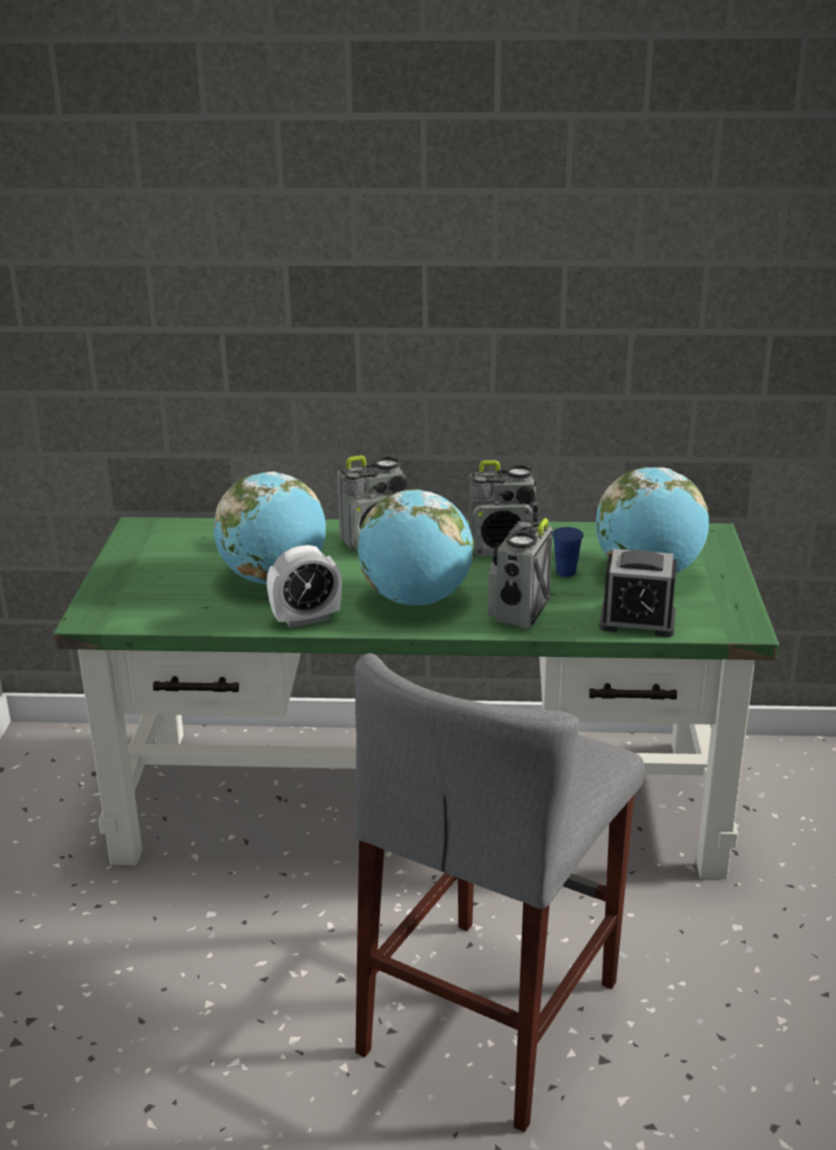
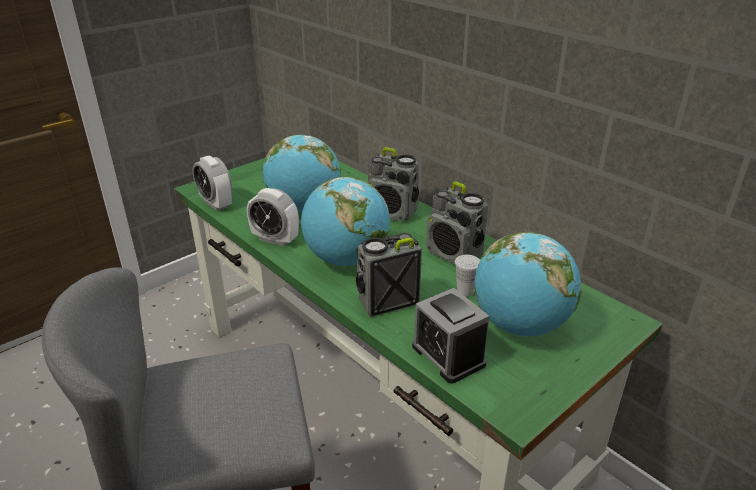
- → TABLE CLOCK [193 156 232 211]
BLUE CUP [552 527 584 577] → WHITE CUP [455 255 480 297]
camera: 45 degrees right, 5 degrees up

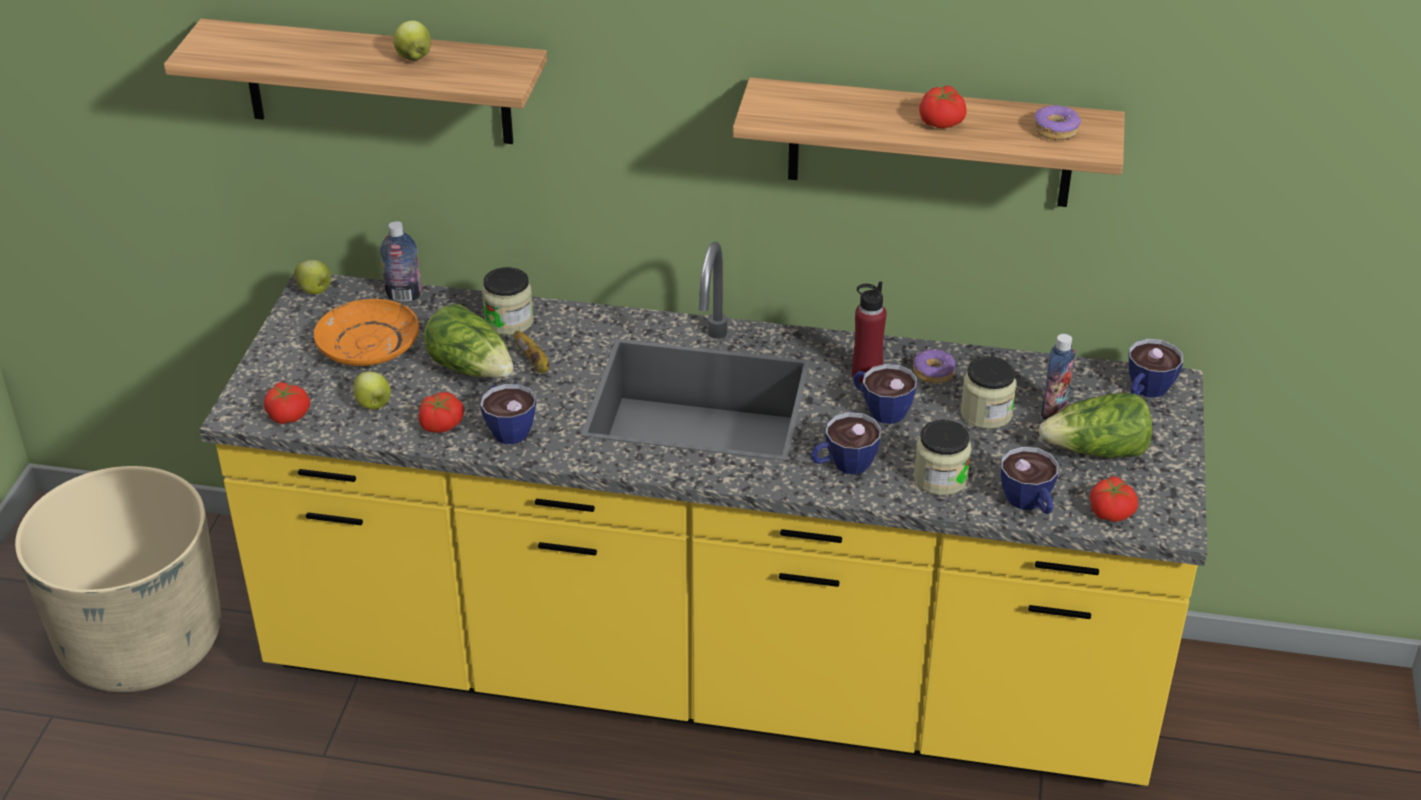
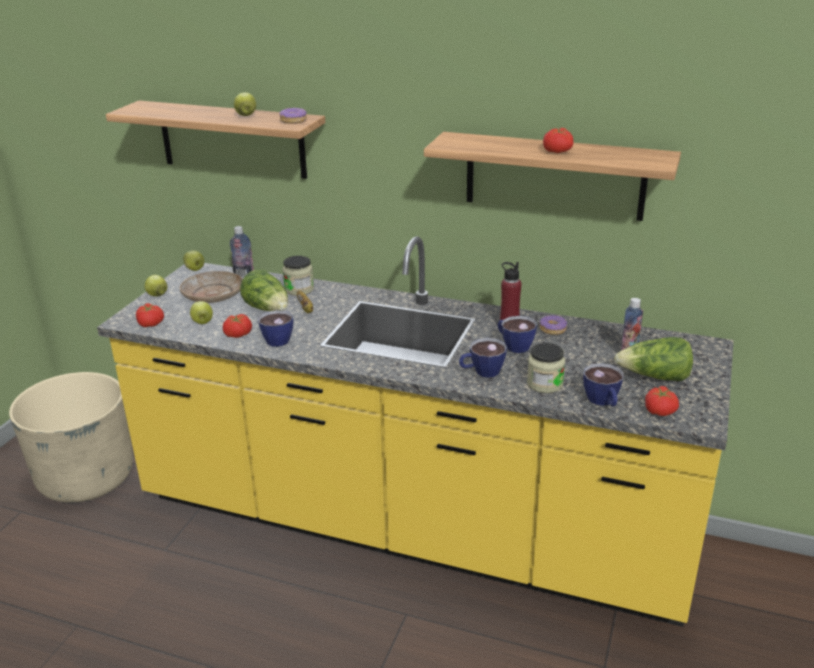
- → WHOLE APPLE [145 275 167 296]
ORANGE PLATE [314 299 419 366] → BEIGE PLATE [180 271 243 303]
RING DOUGHNUT [1033 105 1081 140] → RING DOUGHNUT [279 108 307 124], relocated
PRESERVE JAR [961 356 1017 429] → -
CUP [1128 339 1183 398] → -
camera: 10 degrees right, 10 degrees down

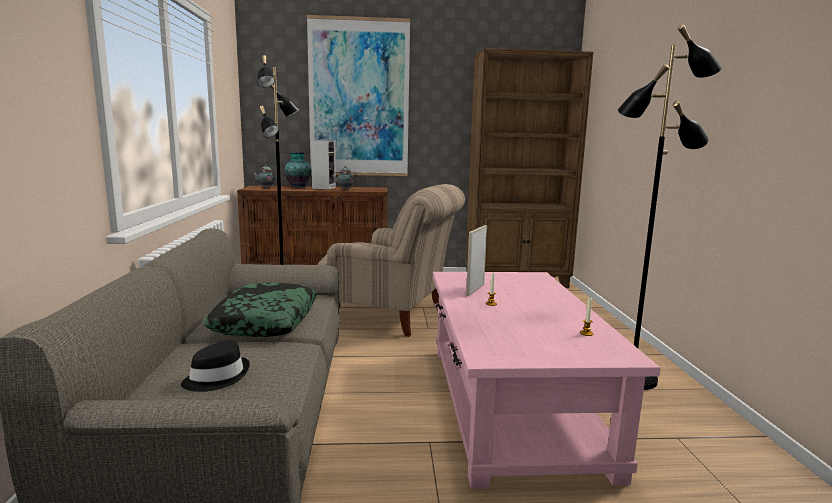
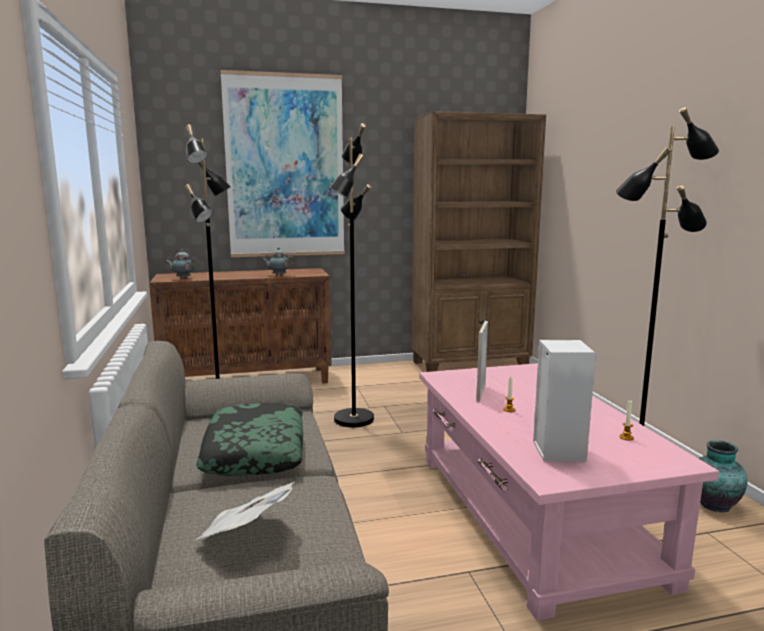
BLACKISH HAT [181 340 250 392] → NEWSPAPER [196 482 295 540]
BEIGE EASY CHAIR [317 184 465 337] → BLACKISH STANDING LAMP [329 123 374 427]
LOUDSPEAKER [311 140 336 189] → LOUDSPEAKER [533 340 596 462], relocated
DECORATIVE VASE [285 152 311 188] → DECORATIVE VASE [699 440 748 512], relocated
camera: 10 degrees left, 0 degrees up

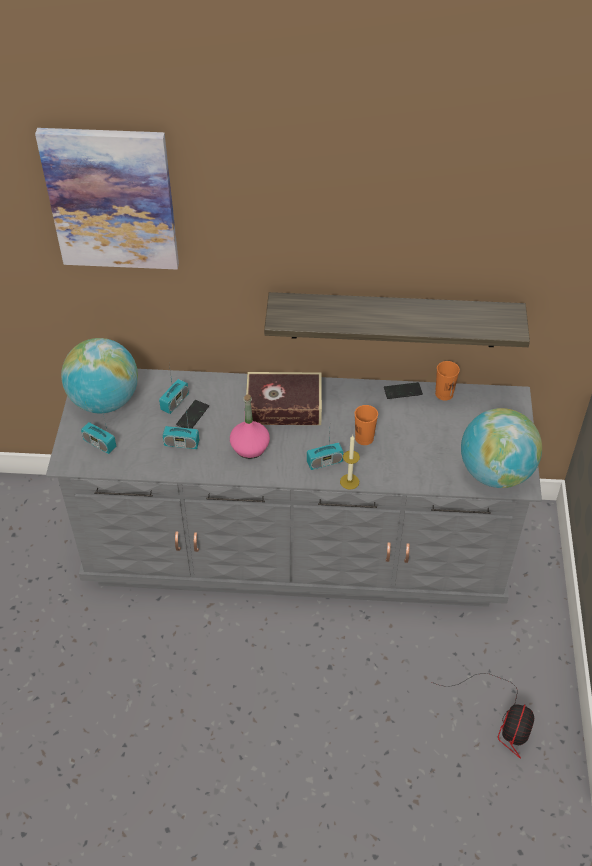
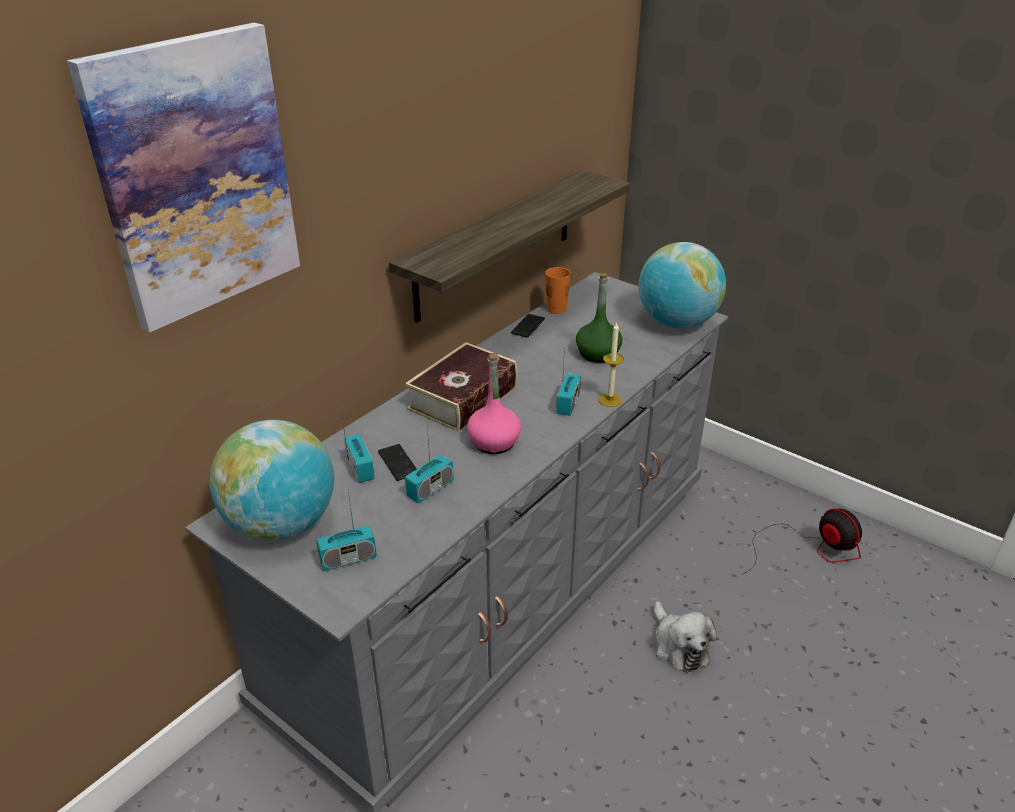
- → GREENISH DRINK BOTTLE [576 273 623 363]
- → CUDDLY TOY [654 601 717 673]
ORANGE CUP [355 405 378 445] → -
camera: 55 degrees left, 15 degrees down

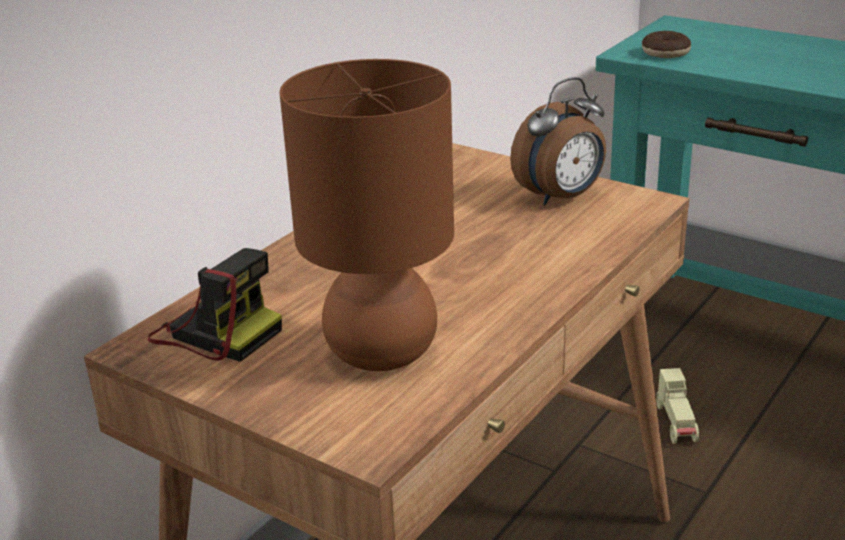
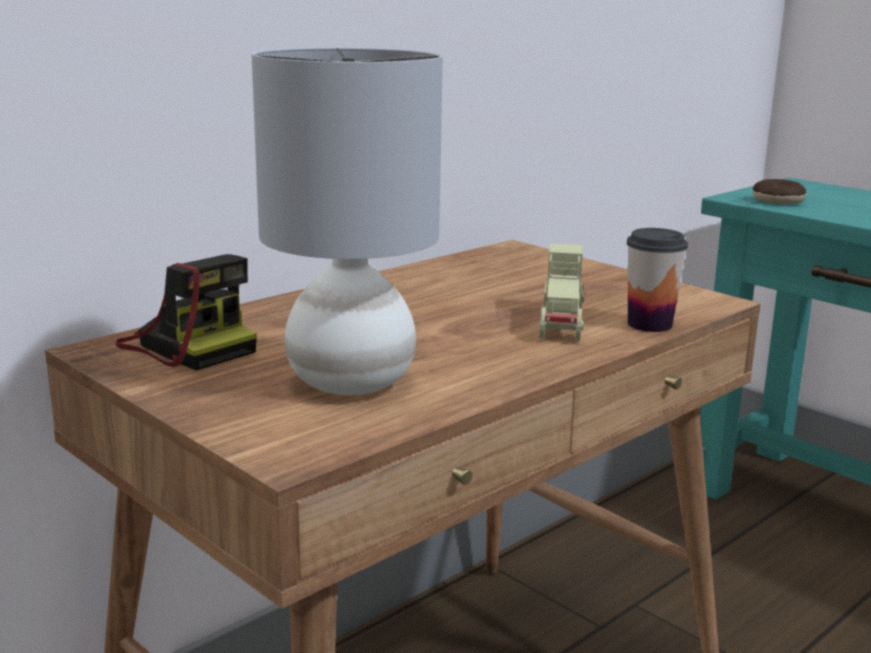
BROWN TABLETOP LAMP [279 59 454 371] → GRAY TABLETOP LAMP [252 47 443 395]
BEIGE MODEL CAR [656 368 699 444] → BEIGE MODEL CAR [539 244 584 341], relocated
- → CUP [627 228 688 332]
TABLE CLOCK [510 77 606 206] → -
camera: 10 degrees right, 10 degrees down

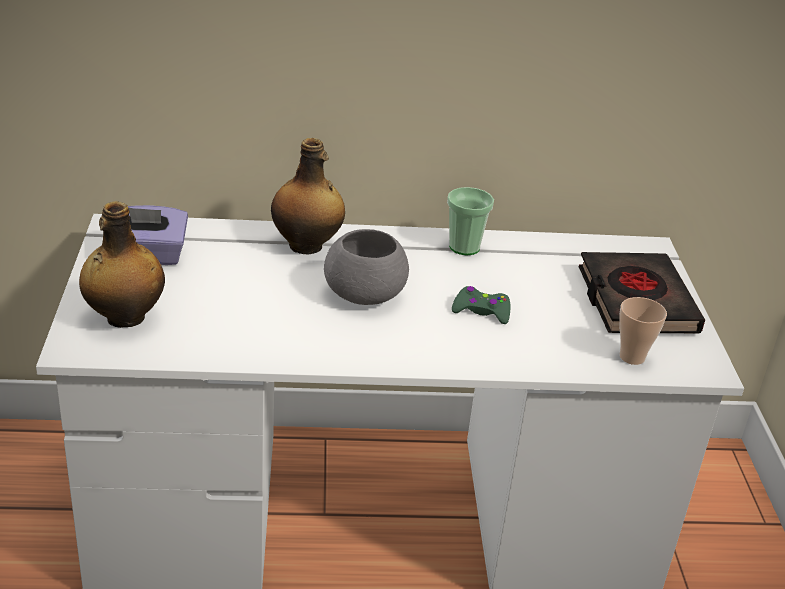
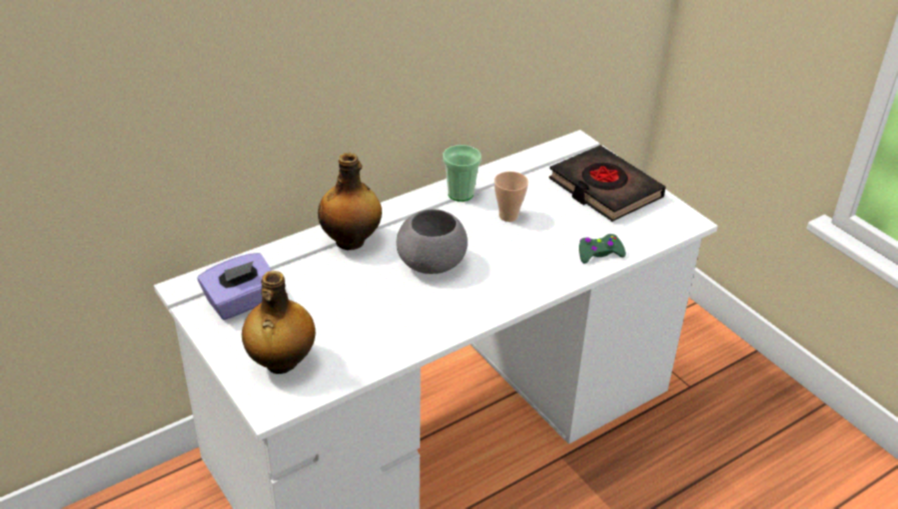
CUP [619 297 667 365] → CUP [494 171 528 222], relocated
GREENISH GAMEPAD [452 286 511 324] → GREENISH GAMEPAD [579 234 626 263], relocated
camera: 30 degrees left, 5 degrees up

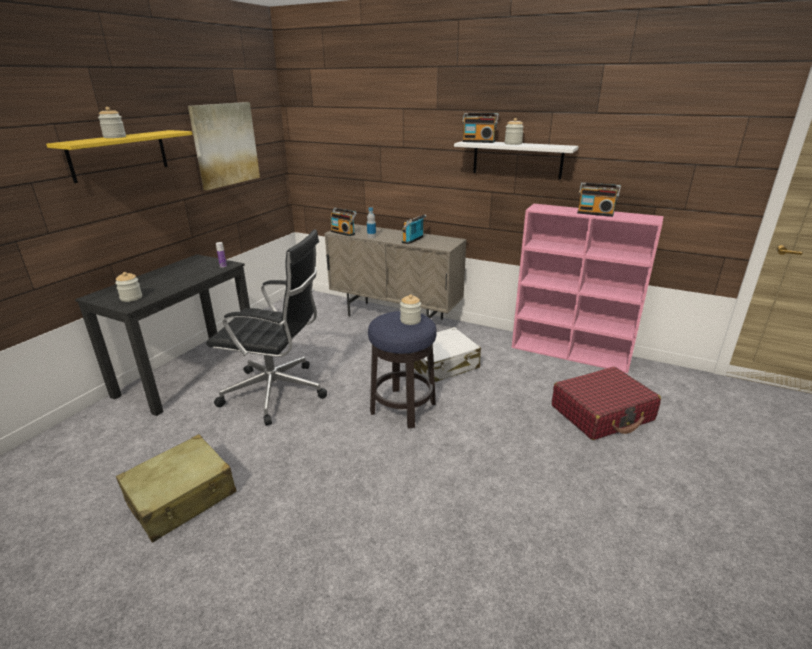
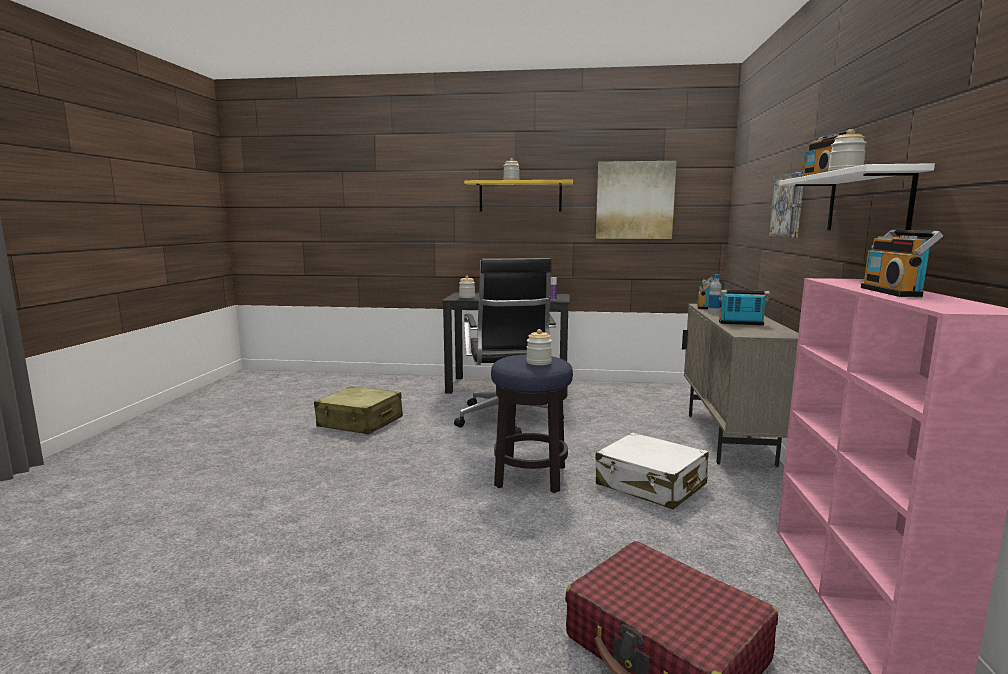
- → WALL ART [769 172 803 238]
camera: 70 degrees right, 15 degrees down

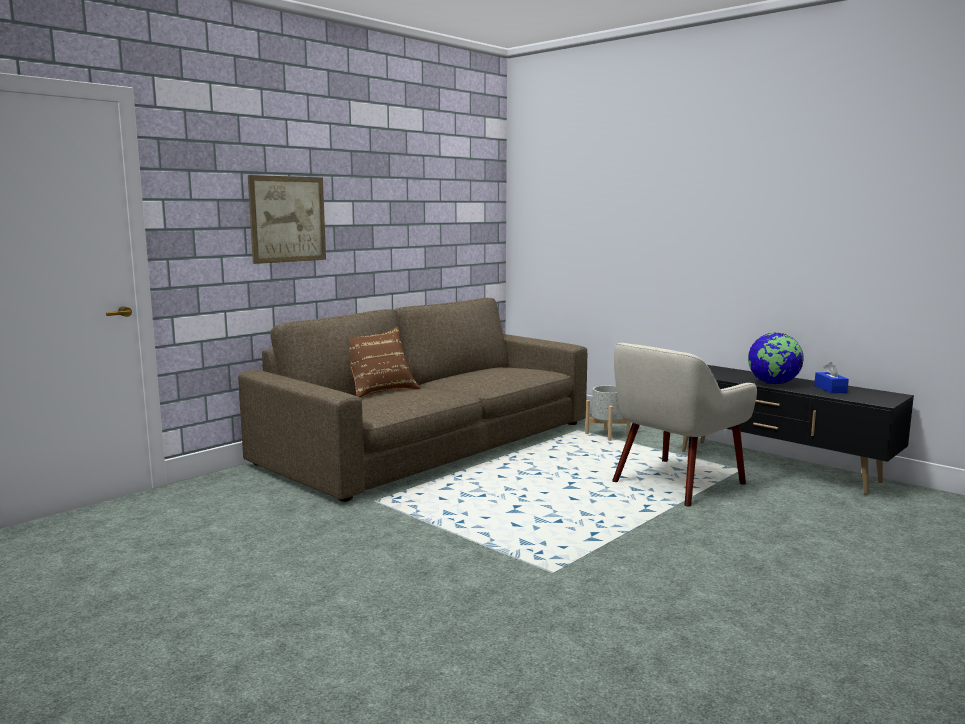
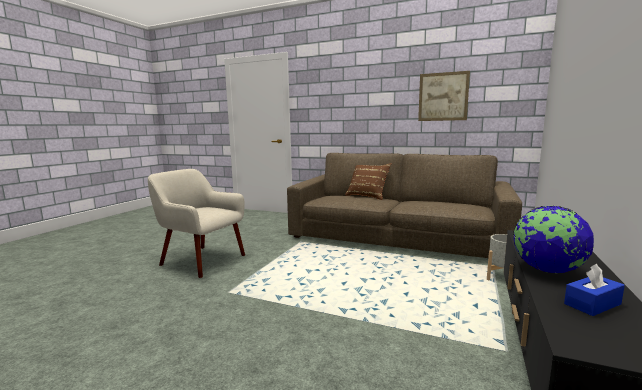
BEIGE EASY CHAIR [612 343 757 507] → BEIGE EASY CHAIR [148 169 245 278], relocated
WALL ART [248 175 326 264] → WALL ART [418 71 470 121], relocated
camera: 70 degrees right, 0 degrees up

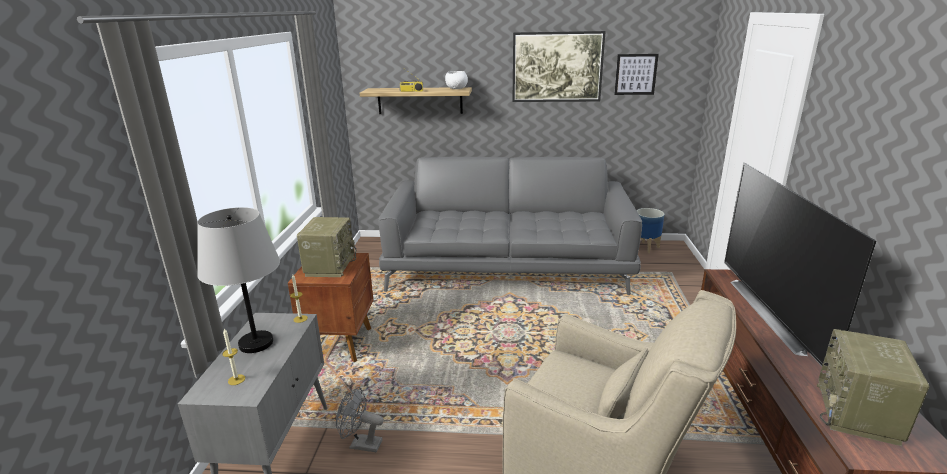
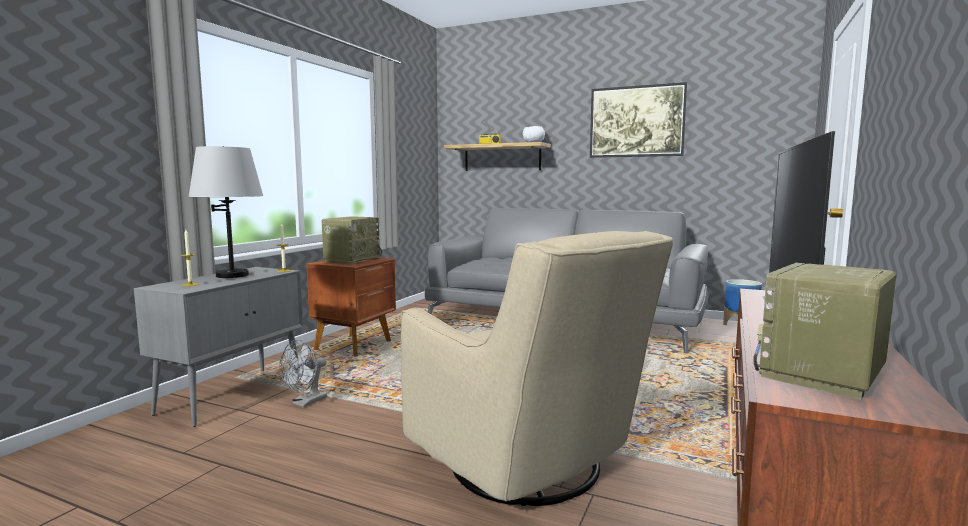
GRAY FAN [336 387 384 452] → GRAY FAN [279 339 327 407], 90 degrees counterclockwise
WALL ART [614 54 659 95] → -
camera: 20 degrees right, 15 degrees down

